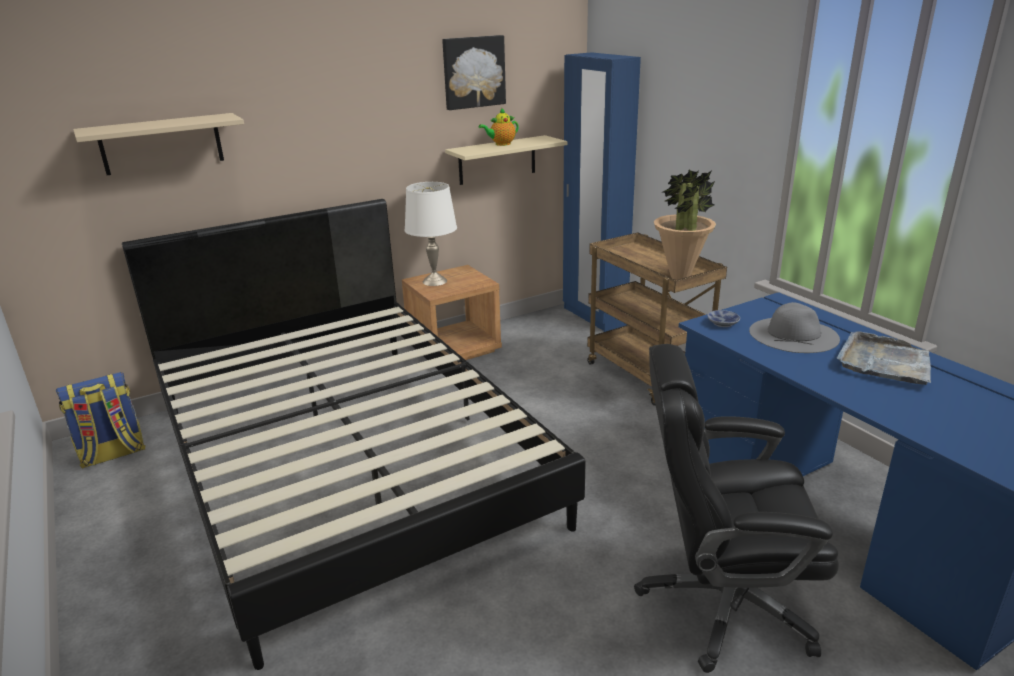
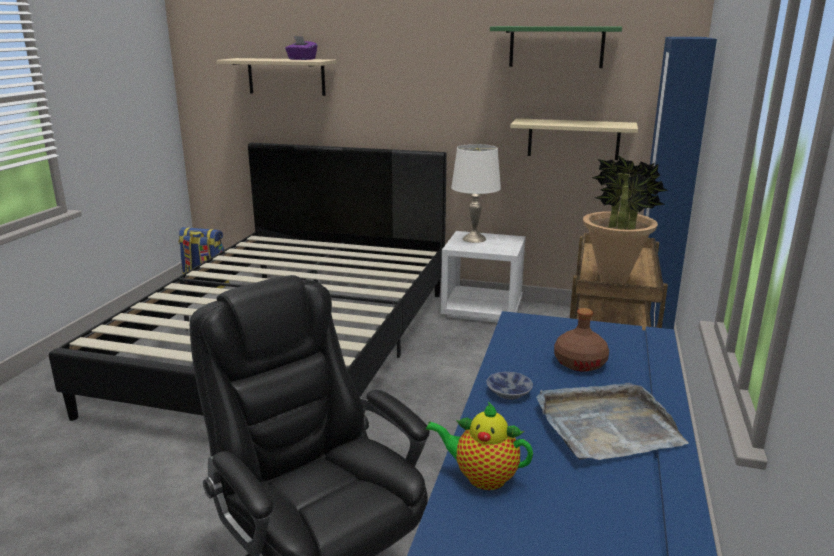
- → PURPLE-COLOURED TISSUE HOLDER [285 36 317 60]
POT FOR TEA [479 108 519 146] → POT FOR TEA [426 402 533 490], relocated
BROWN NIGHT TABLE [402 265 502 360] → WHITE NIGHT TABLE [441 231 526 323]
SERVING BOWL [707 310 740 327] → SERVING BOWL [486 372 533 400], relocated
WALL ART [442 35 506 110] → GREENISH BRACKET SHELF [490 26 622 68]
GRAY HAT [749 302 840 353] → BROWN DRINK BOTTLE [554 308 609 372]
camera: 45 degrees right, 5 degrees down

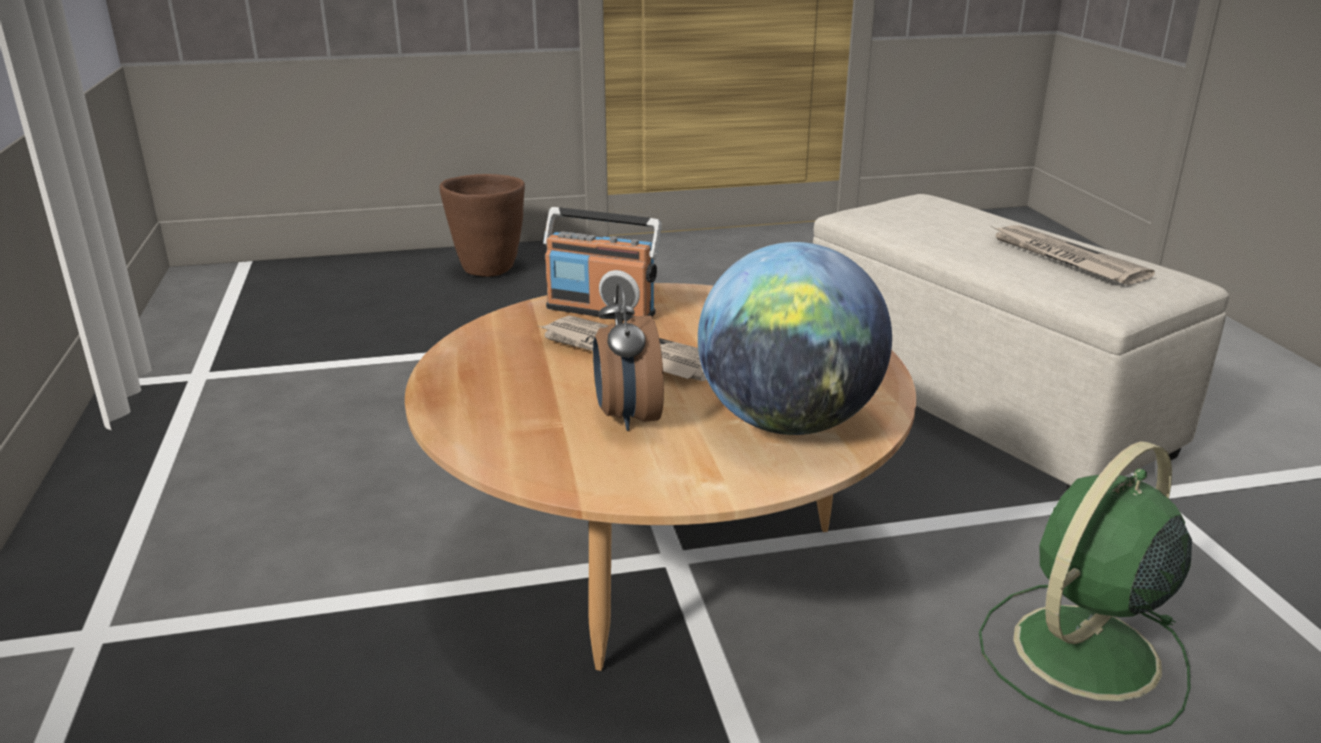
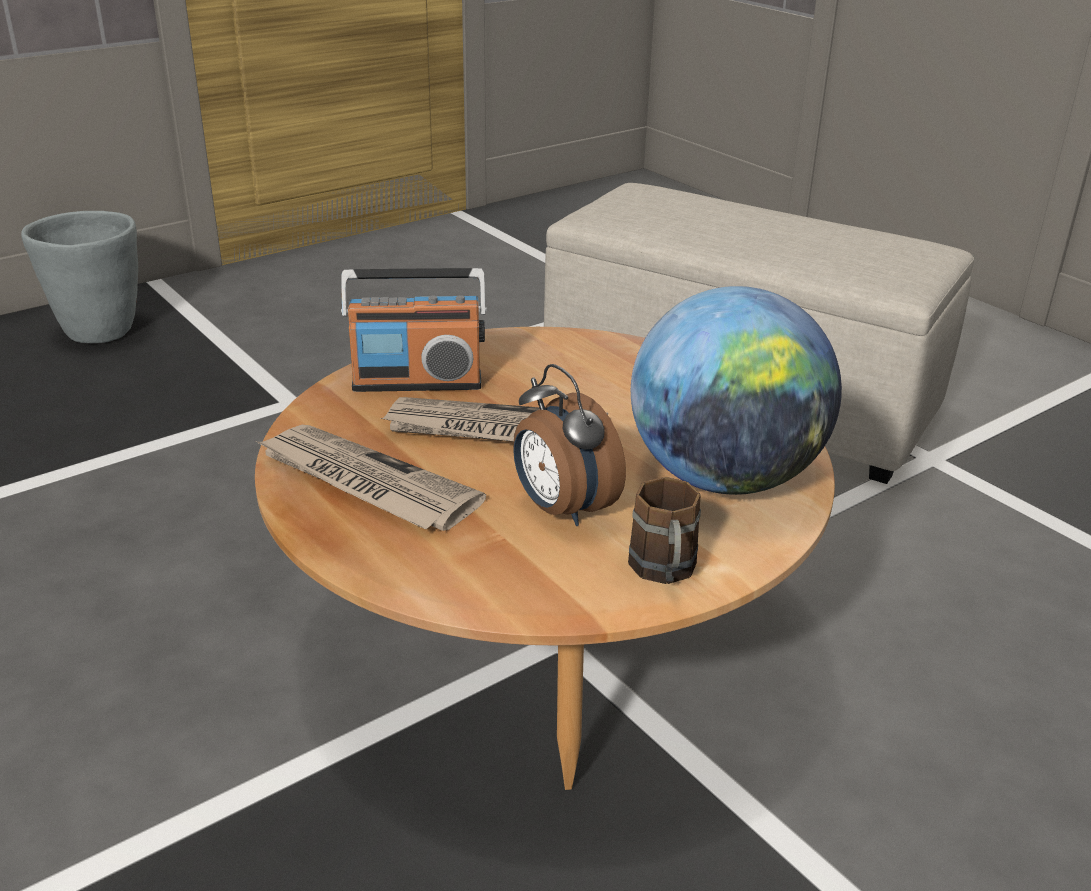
BROWN PLANTER [440 174 525 277] → GRAY PLANTER [21 211 138 343]
NEWSPAPER [991 225 1155 285] → NEWSPAPER [256 425 486 531], relocated
- → BROWN COFFEE MUG [628 477 701 584]
GREENISH FAN [979 441 1192 734] → -
camera: 25 degrees left, 5 degrees up

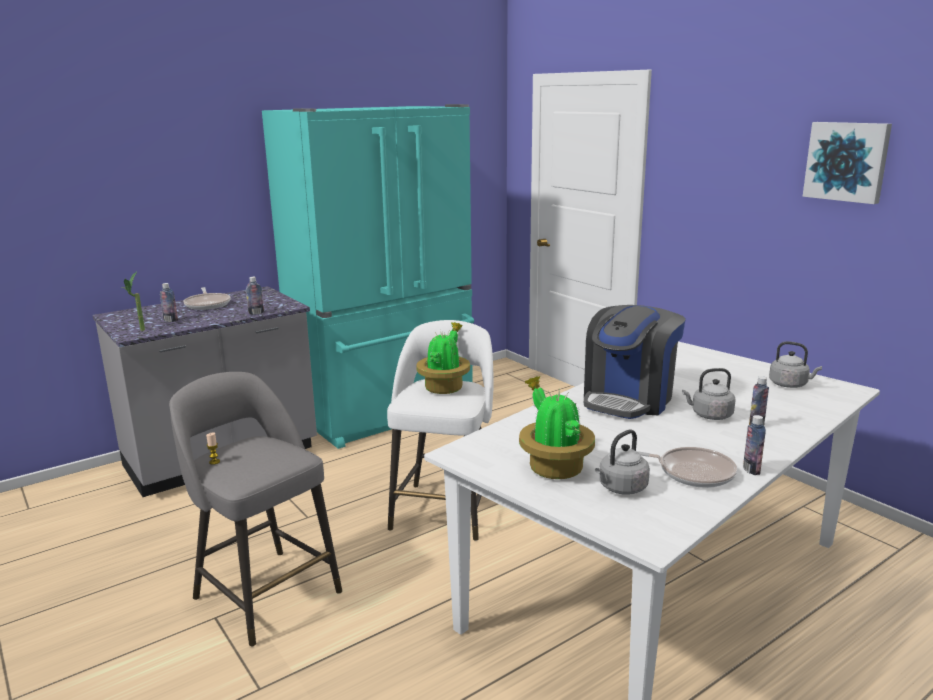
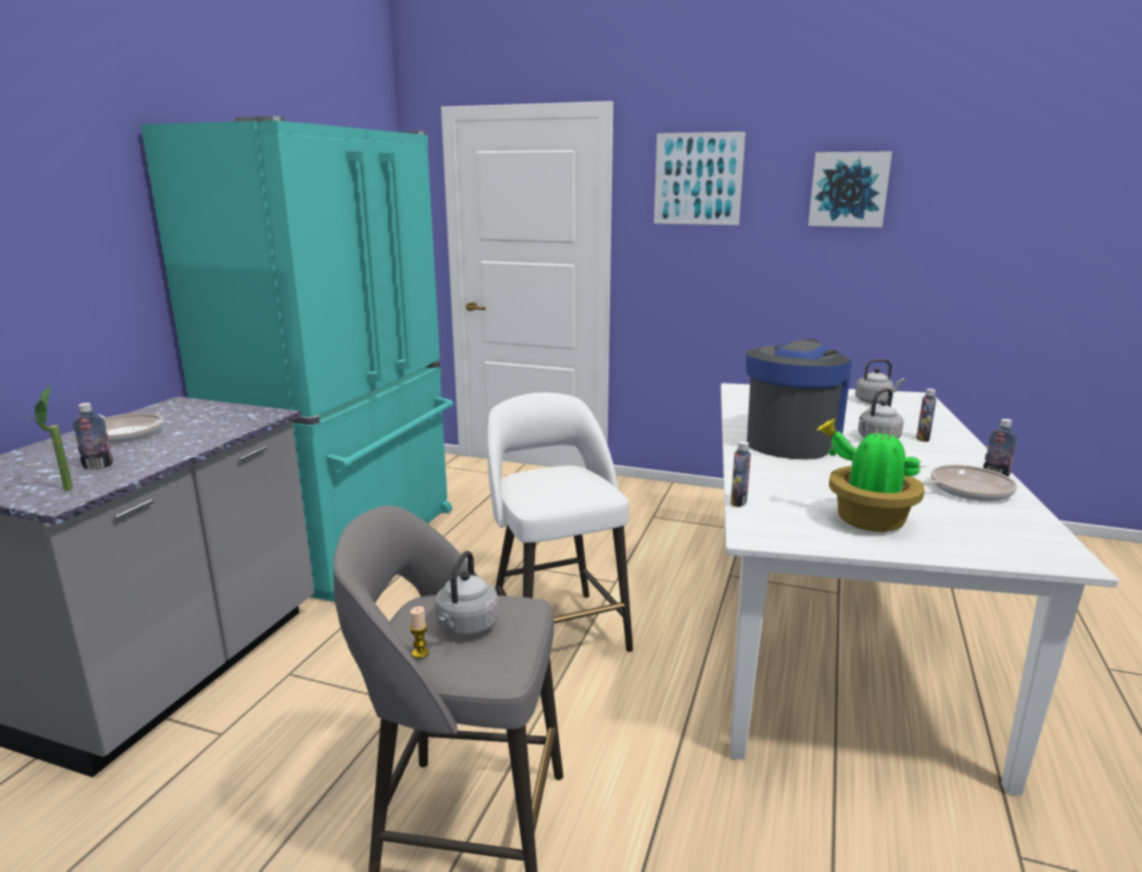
GRAY TEA KETTLE [595 430 650 495] → GRAY TEA KETTLE [435 551 499 637], relocated
- → WALL ART [654 132 746 225]
DRINK BOTTLE [246 277 264 315] → DRINK BOTTLE [731 441 751 507], relocated
COFFEE MACHINE [584 305 686 419] → COFFEE MACHINE [746 339 852 459], 150 degrees counterclockwise
HOUSEPLANT [416 322 470 394] → -
camera: 35 degrees left, 0 degrees up

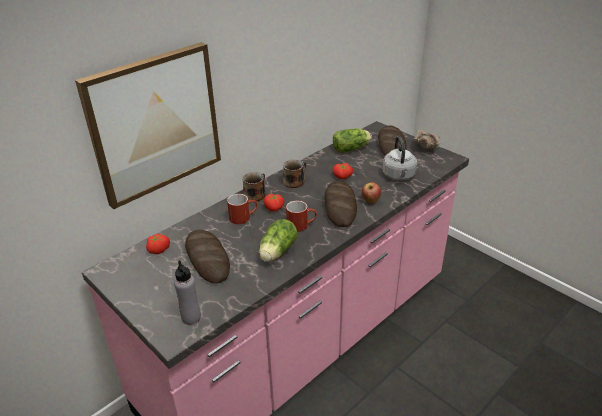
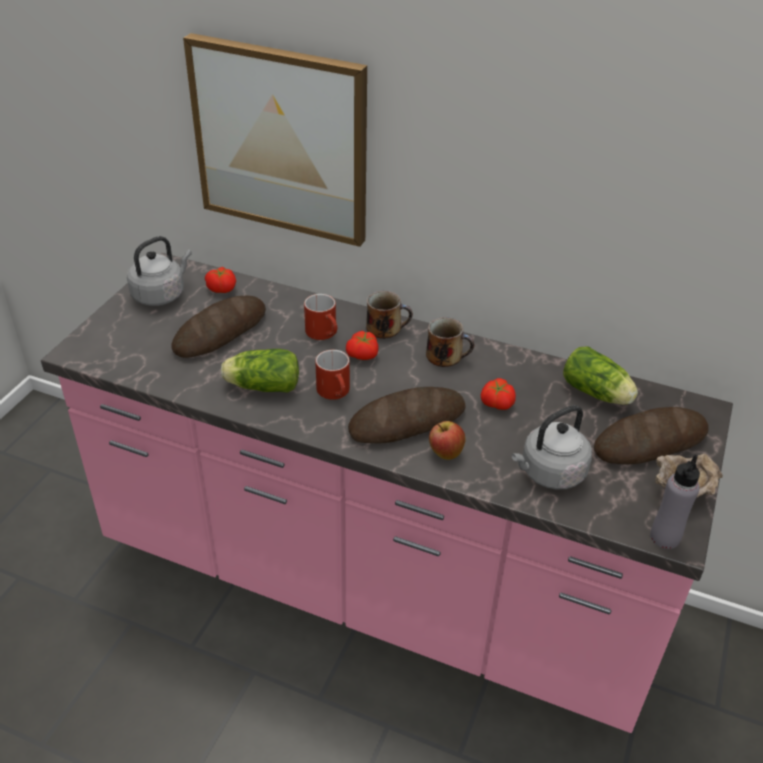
- → GRAY TEA KETTLE [127 236 192 306]
GRAY DRINK BOTTLE [174 260 201 325] → GRAY DRINK BOTTLE [650 455 700 549], relocated
camera: 65 degrees right, 5 degrees up

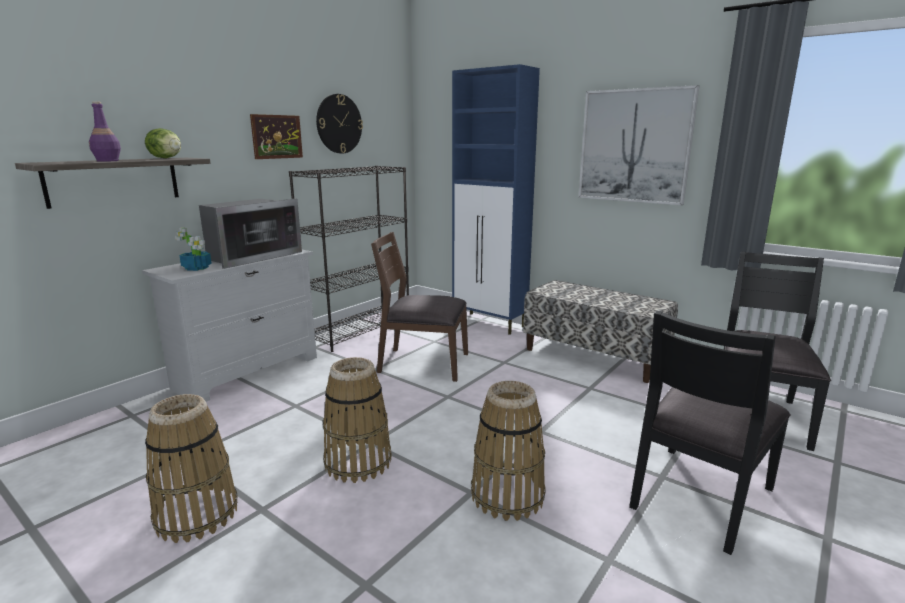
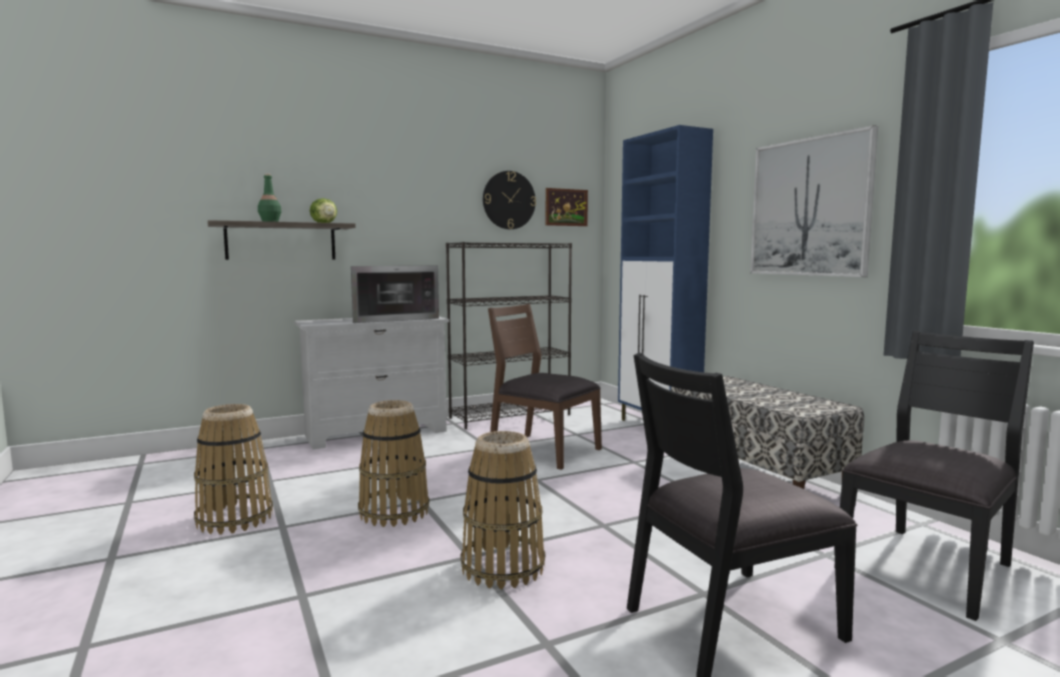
PURPLE-COLOURED DRINK BOTTLE [89 101 121 162] → GREENISH DRINK BOTTLE [258 174 281 222]
WALL ART [250 114 303 159] → WALL ART [546 188 588 226], relocated
HOUSEPLANT [175 227 212 271] → -
camera: 25 degrees right, 10 degrees down

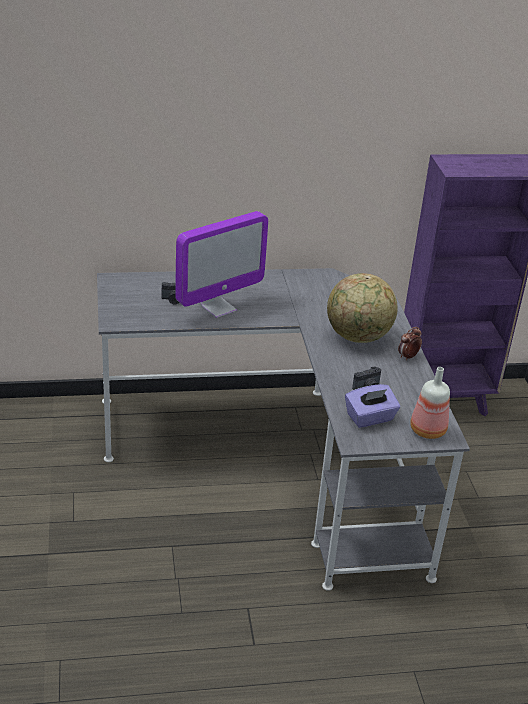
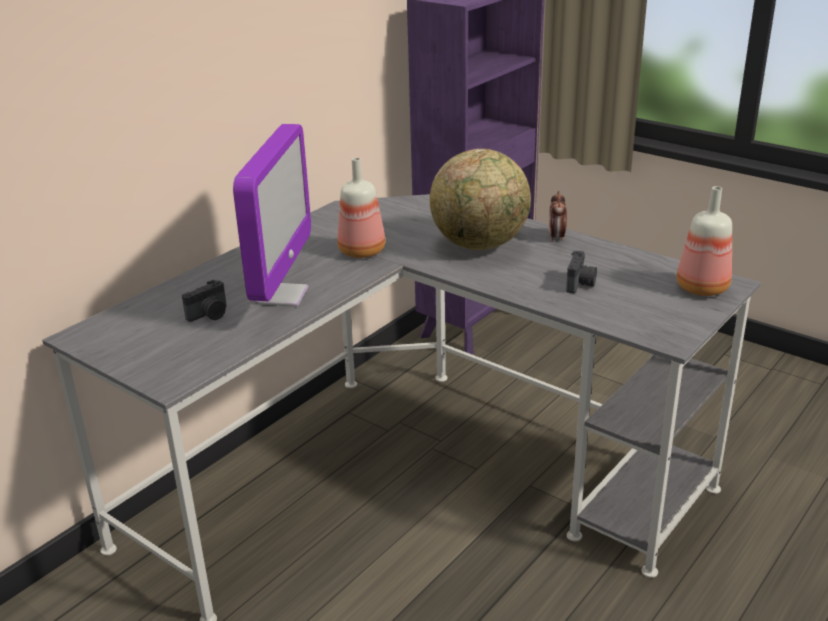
- → DRINK BOTTLE [337 157 385 258]
PURPLE-COLOURED TISSUE HOLDER [345 384 400 428] → -
camera: 40 degrees left, 5 degrees down

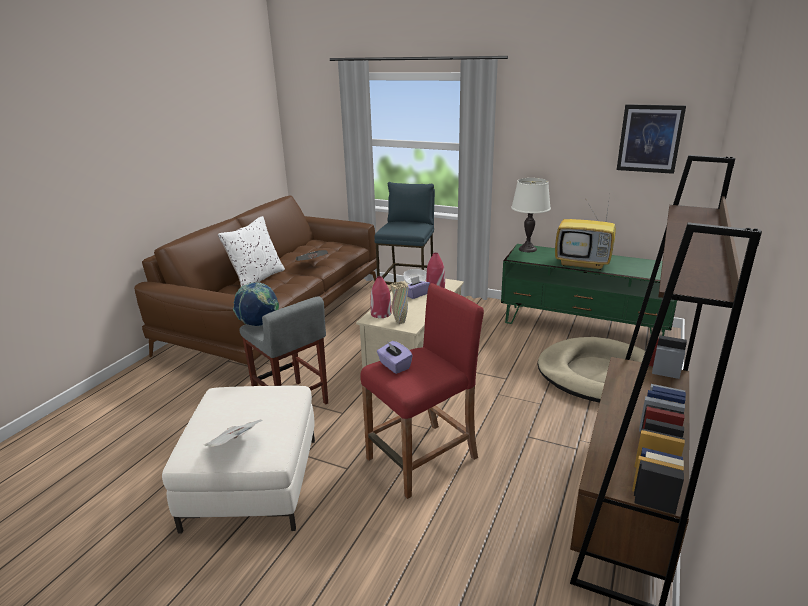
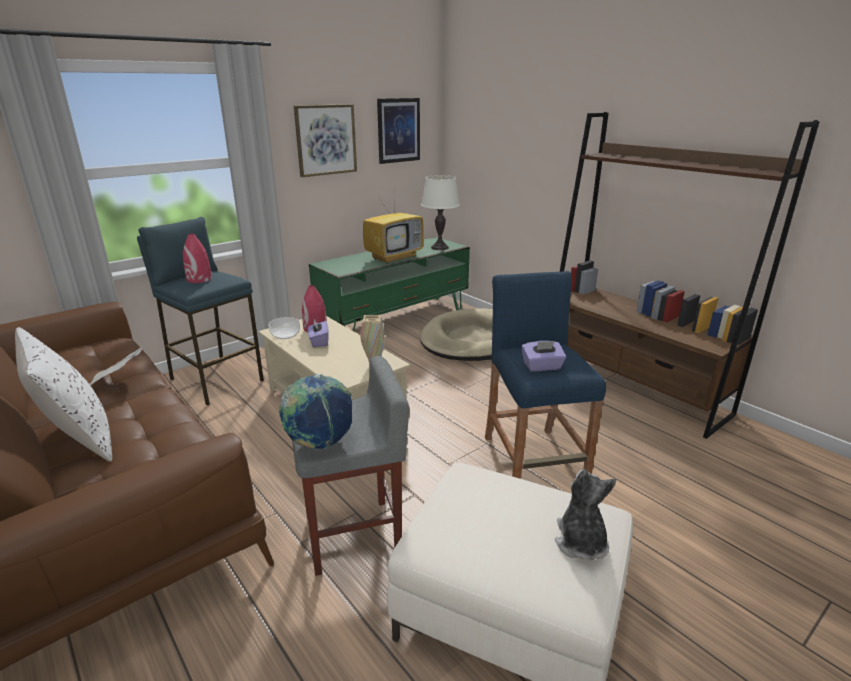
RED-COLOURED DECORATIVE VASE [370 276 392 318] → RED-COLOURED DECORATIVE VASE [183 234 212 283], relocated
- → WALL ART [294 104 357 177]
WHITE TABLETOP LAMP [511 178 551 252] → WHITE TABLETOP LAMP [421 175 460 250], relocated
RED-COLOURED SITTING STOOL [360 283 484 499] → BLUE SITTING STOOL [485 271 606 479]
NEWSPAPER [204 419 263 447] → CUDDLY TOY [555 469 616 561]
camera: 65 degrees left, 0 degrees up

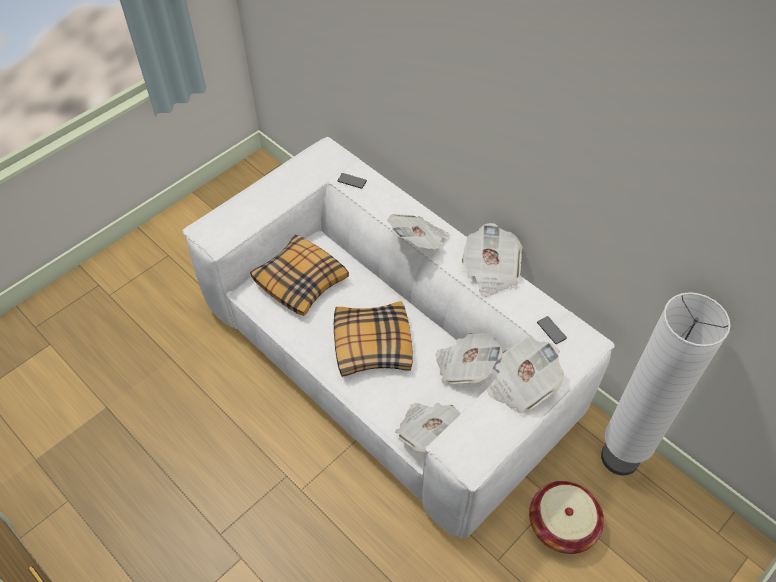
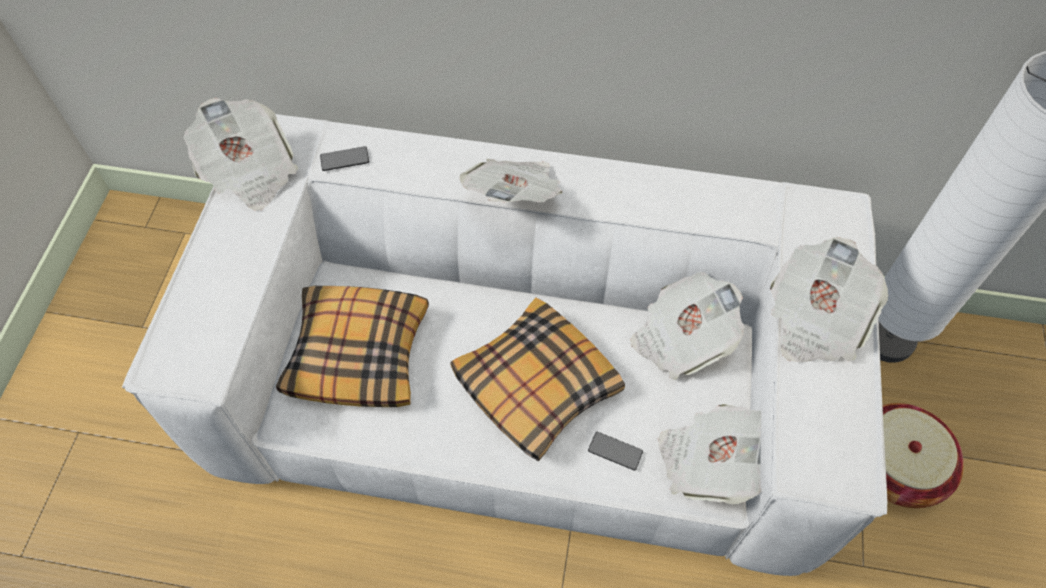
NEWSPAPER [462 223 522 297] → NEWSPAPER [184 98 298 211], relocated
HANDSET [537 316 567 344] → HANDSET [588 432 643 471], relocated
camera: 35 degrees left, 5 degrees up

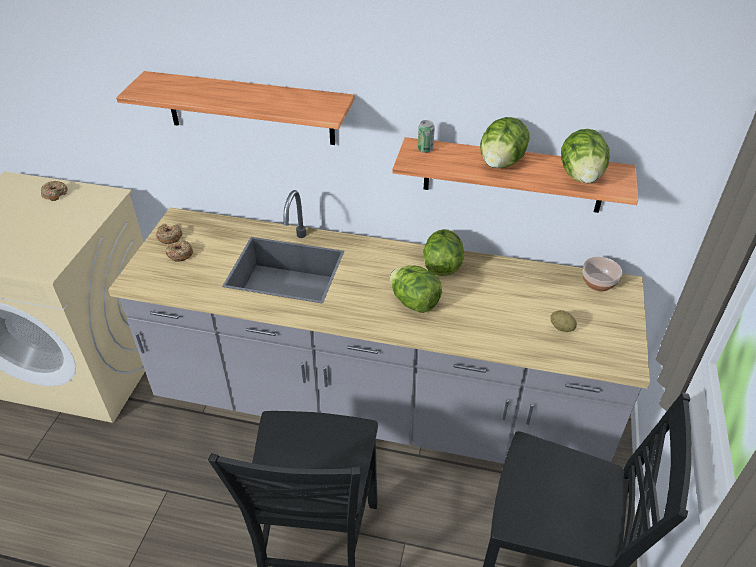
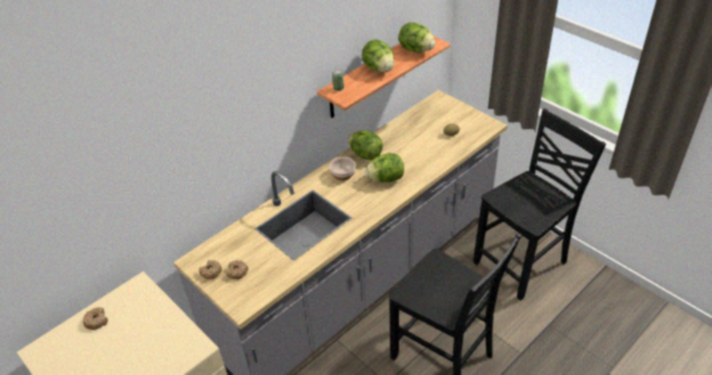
SERVING BOWL [582 257 622 291] → SERVING BOWL [329 157 356 181], relocated
BRACKET SHELF [116 71 355 145] → -
camera: 55 degrees left, 0 degrees up

